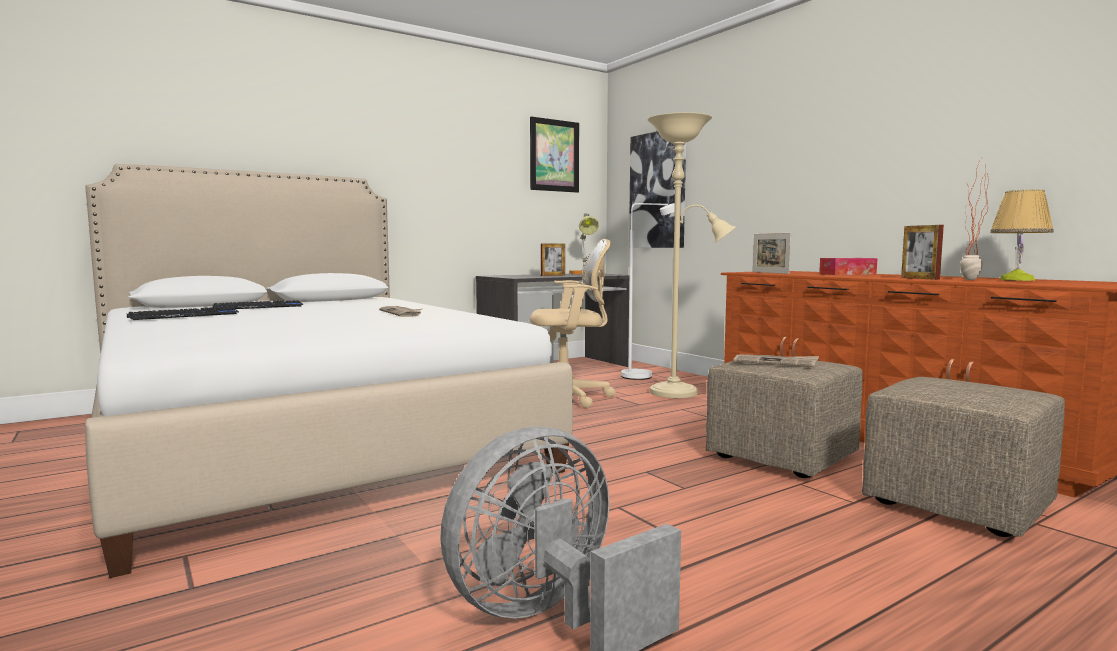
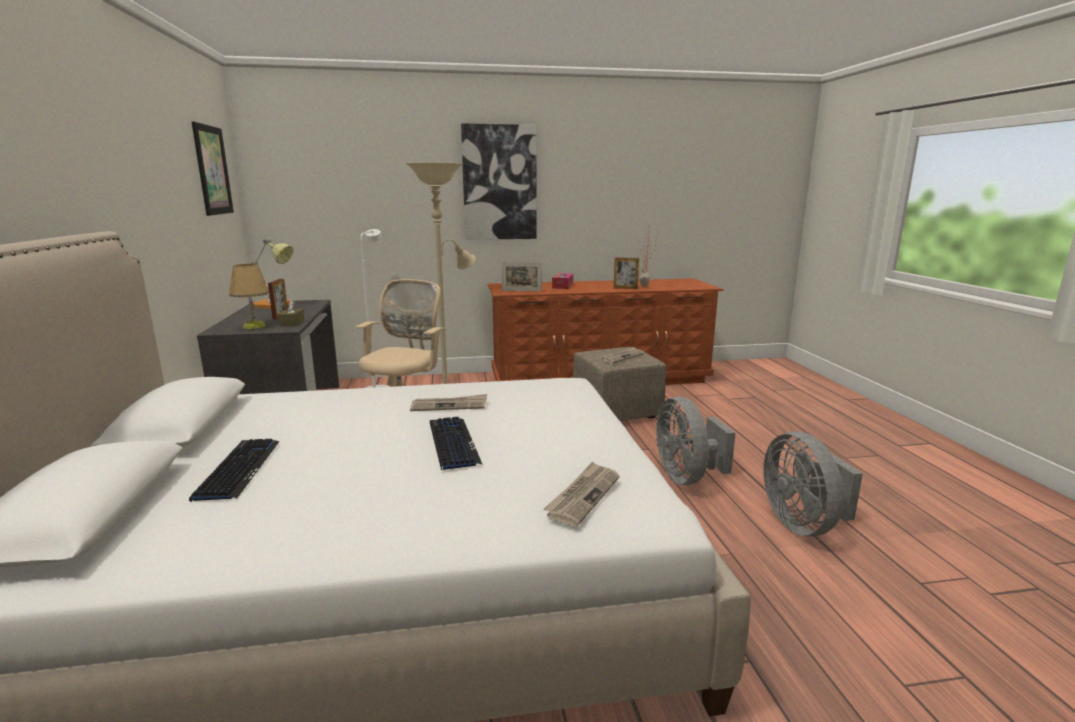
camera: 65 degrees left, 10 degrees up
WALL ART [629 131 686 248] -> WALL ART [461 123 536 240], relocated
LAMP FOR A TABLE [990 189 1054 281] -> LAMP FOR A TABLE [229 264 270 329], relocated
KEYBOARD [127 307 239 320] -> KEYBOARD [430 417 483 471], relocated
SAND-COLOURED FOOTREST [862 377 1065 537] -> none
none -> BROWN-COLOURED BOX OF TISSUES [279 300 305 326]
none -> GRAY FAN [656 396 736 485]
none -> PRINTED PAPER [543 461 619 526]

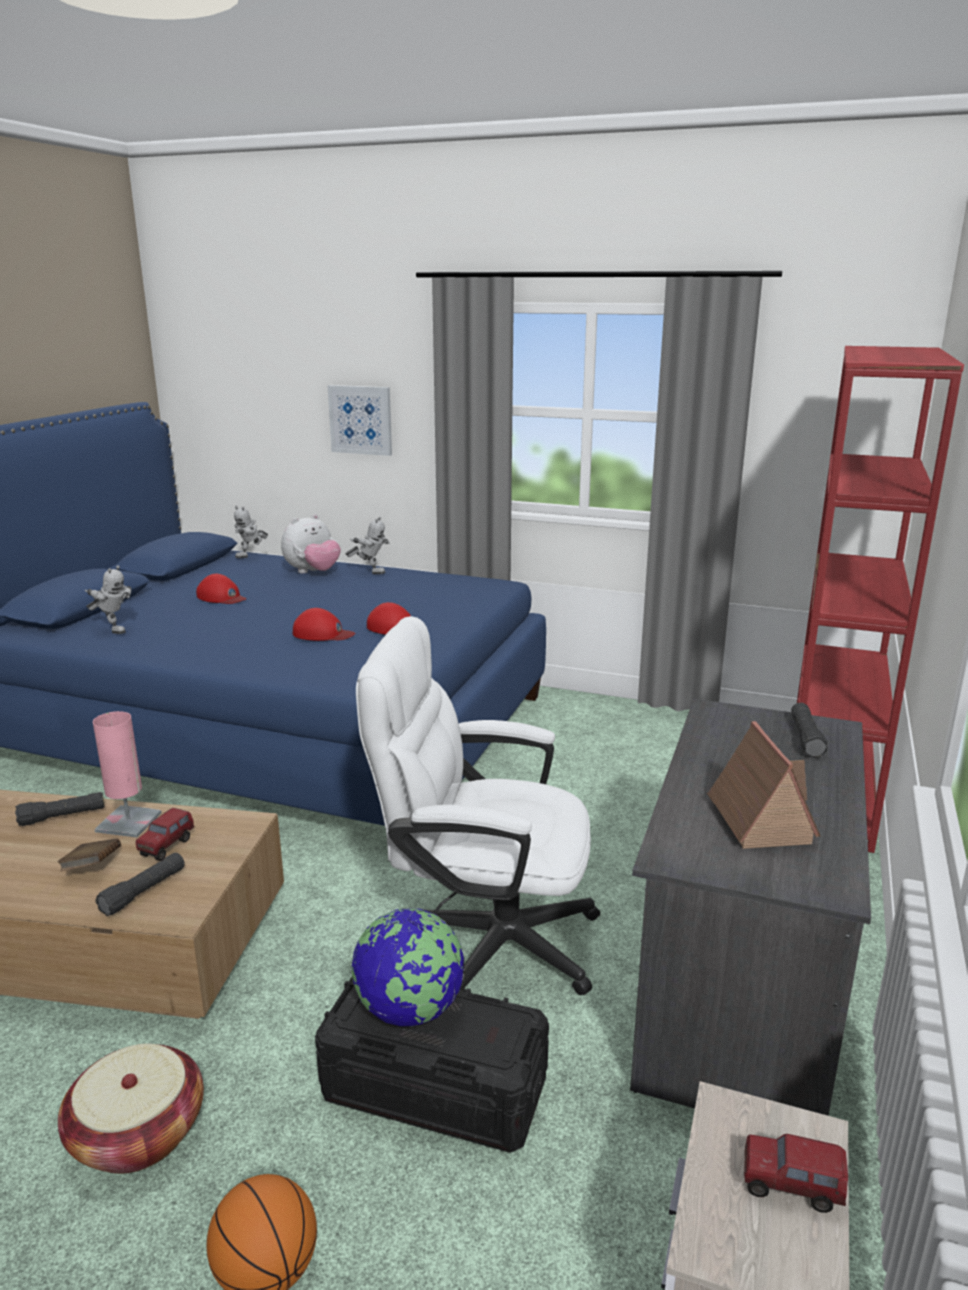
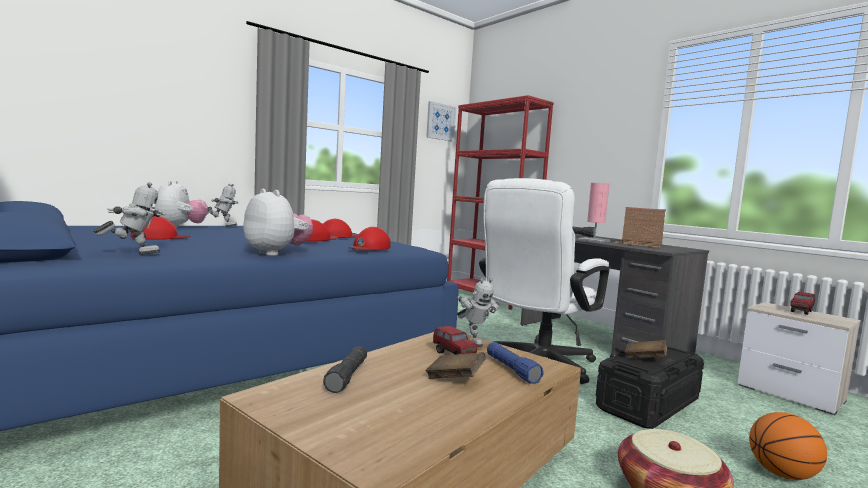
camera: 60 degrees left, 15 degrees down
WALL ART [328 385 392 456] -> WALL ART [426 101 456 142], relocated
TOY ROBOT [234 506 268 558] -> TOY ROBOT [457 278 499 347], relocated
PINK LAMP FOR A TABLE [93 711 162 838] -> PINK LAMP FOR A TABLE [579 183 610 243], relocated
BLACK-COLOURED FLASHLIGHT [95 853 185 916] -> BLUISH FLASHLIGHT [487 342 544 384]
DESK GLOBE [352 909 465 1027] -> BROWN-COLOURED BOUND BOOK [625 340 667 358]
none -> CUDDLY TOY [243 189 313 256]
none -> RED BASEBALL CAP [348 227 391 251]

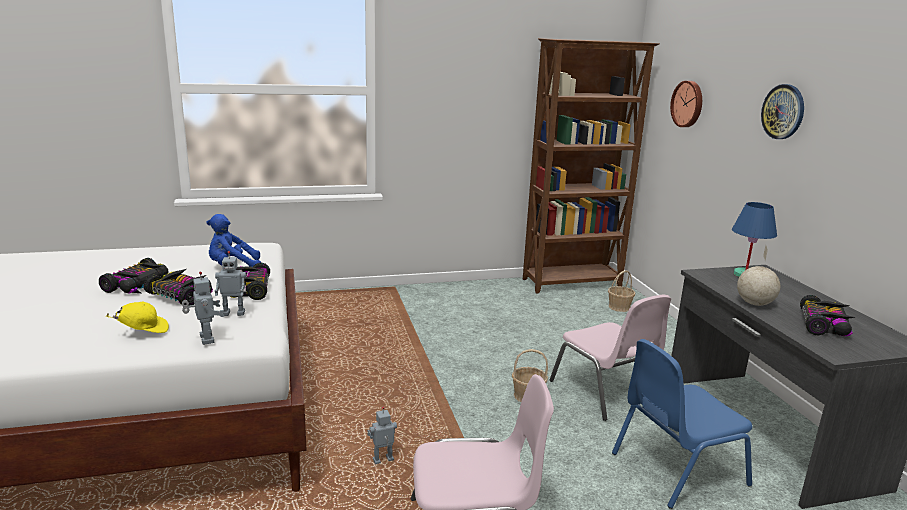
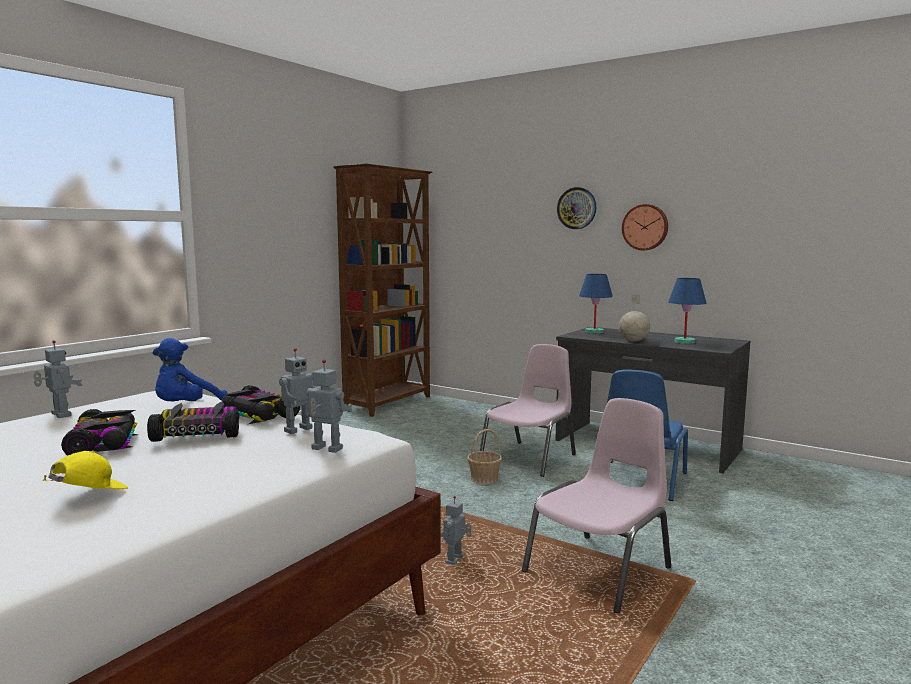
camera: 40 degrees left, 10 degrees down
CLOCK ON THE WALL [670 81 702 127] -> CLOCK ON THE WALL [622 204 668 250], relocated
BASKET [608 271 635 312] -> none
PINK UPRIGHT CHAIR [550 295 671 421] -> PINK UPRIGHT CHAIR [480 344 576 477], 75 degrees counterclockwise
MINIATURE CAR [800 295 855 336] -> BLUISH LAMP FOR A TABLE [668 278 707 344]
YELLOWISH BASEBALL CAP [106 302 169 333] -> YELLOWISH BASEBALL CAP [43 451 128 489], relocated
none -> TOY ROBOT [33 340 83 418]

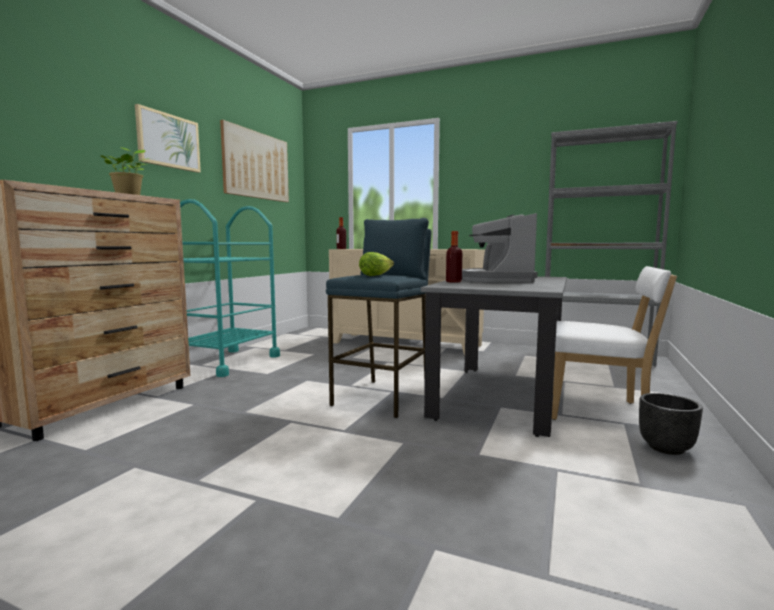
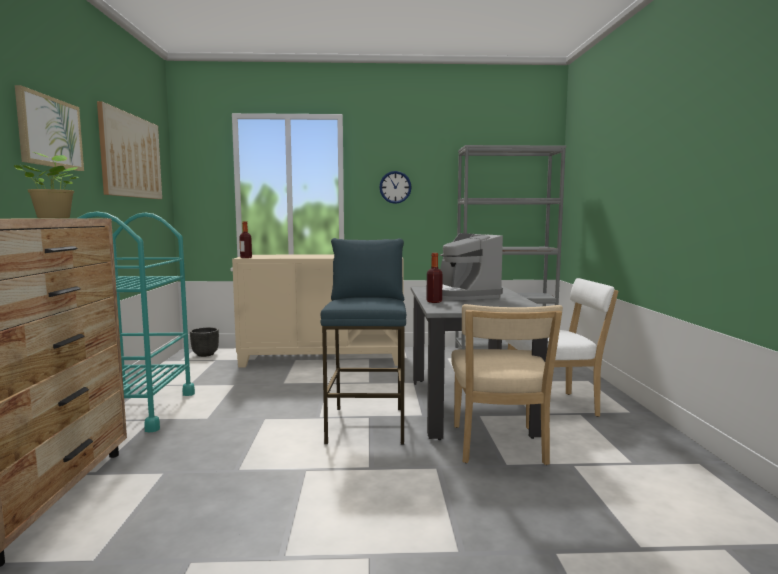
camera: 25 degrees left, 0 degrees up
HEAD OF LETTUCE [359 252 394 276] -> none
BLACK-COLOURED FLOWER POT [639 393 703 455] -> BLACK-COLOURED FLOWER POT [190 327 219 357], relocated
none -> CLOCK ON THE WALL [379 171 412 204]
none -> SAND-COLOURED UPRIGHT CHAIR [451 304 563 465]

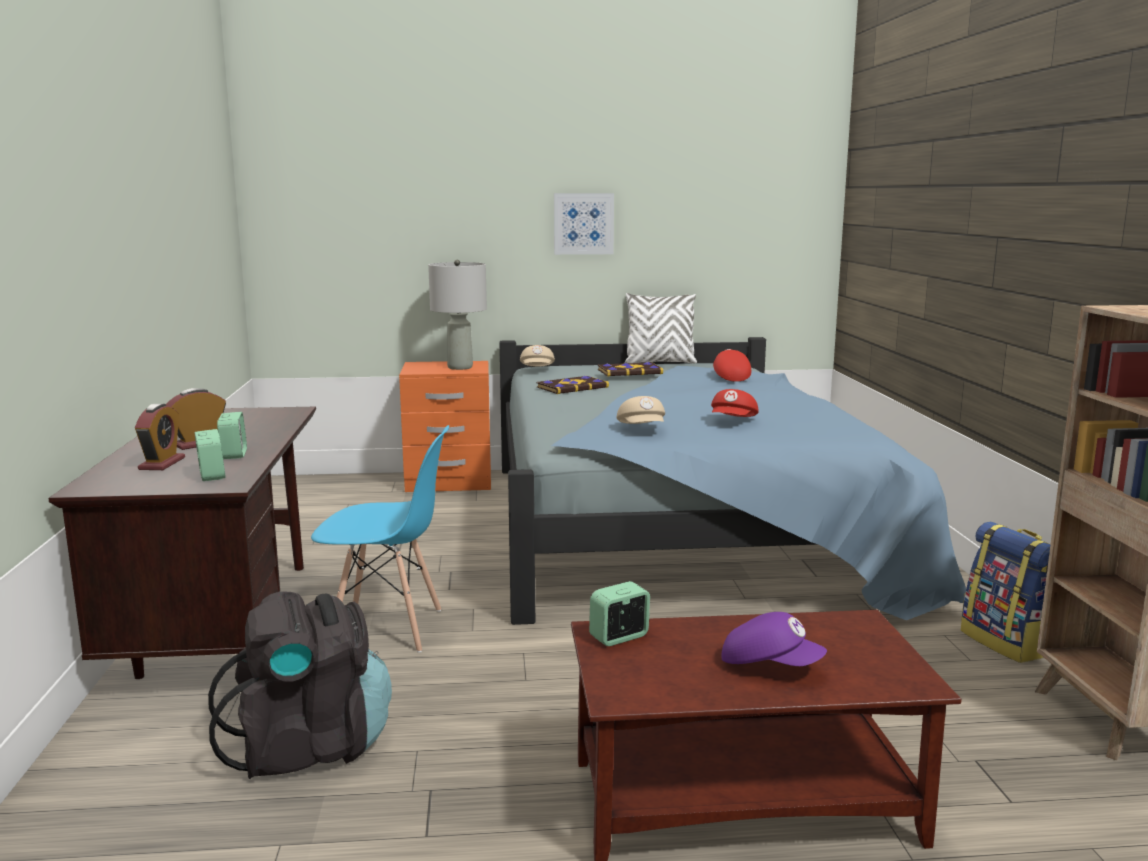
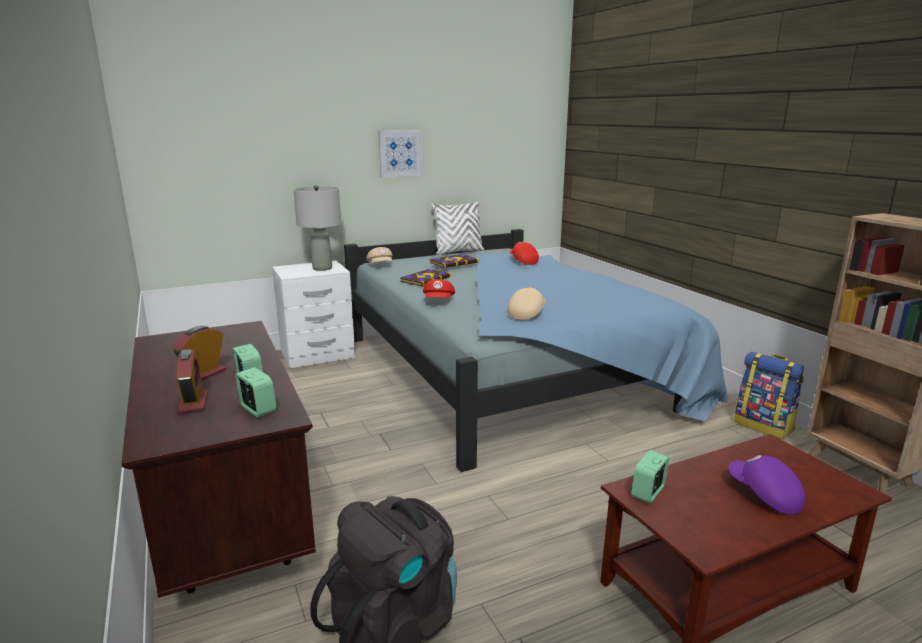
camera: 20 degrees left, 5 degrees up
ORANGE-COLOURED BEDSIDE TABLE [399 361 491 492] -> WHITE-COLOURED BEDSIDE TABLE [272 260 355 368]
RED BASEBALL CAP [711 389 759 417] -> RED BASEBALL CAP [423 279 455 298], relocated
SAND-COLOURED BASEBALL CAP [616 396 665 424] -> SAND-COLOURED BASEBALL CAP [507 287 546 320], 120 degrees counterclockwise
BLUISH UPRIGHT CHAIR [311 425 449 653] -> none
PURPLE BASEBALL CAP [722 612 827 666] -> PURPLE BASEBALL CAP [729 455 805 515], 135 degrees counterclockwise

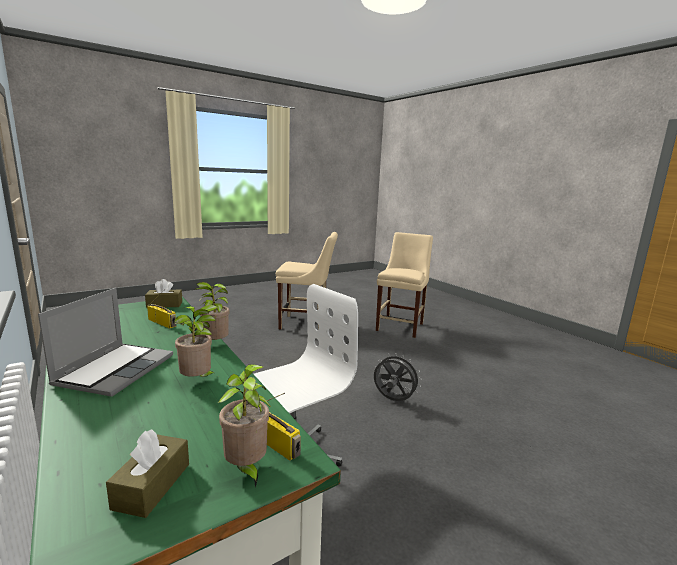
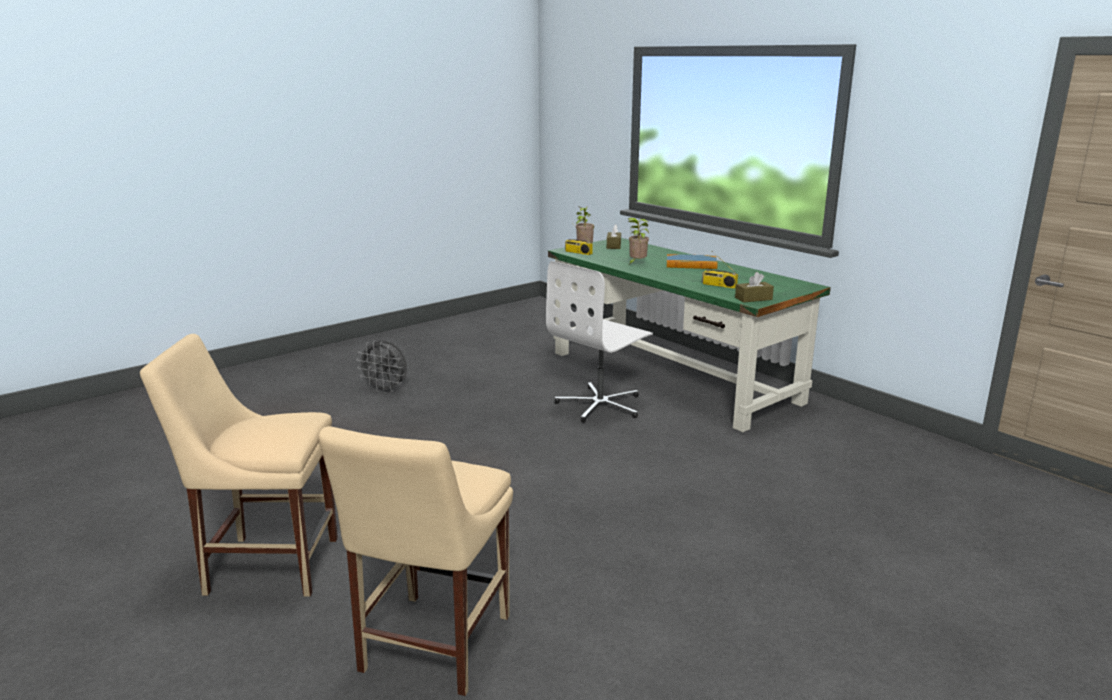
camera: 175 degrees right, 5 degrees up
SAND-COLOURED UPRIGHT CHAIR [276 232 338 330] -> SAND-COLOURED UPRIGHT CHAIR [140 334 338 597], relocated
HOUSEPLANT [196 282 230 340] -> none
PORTABLE COMPUTER [38 288 173 397] -> BOUND BOOK [667 254 718 269]
GRAY FAN [374 353 422 401] -> GRAY FAN [357 341 407 393], relocated

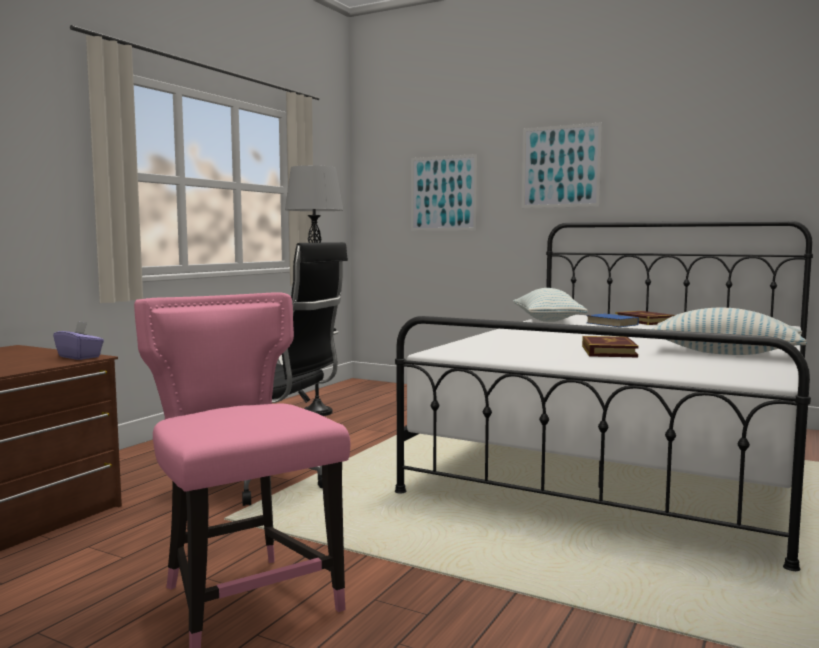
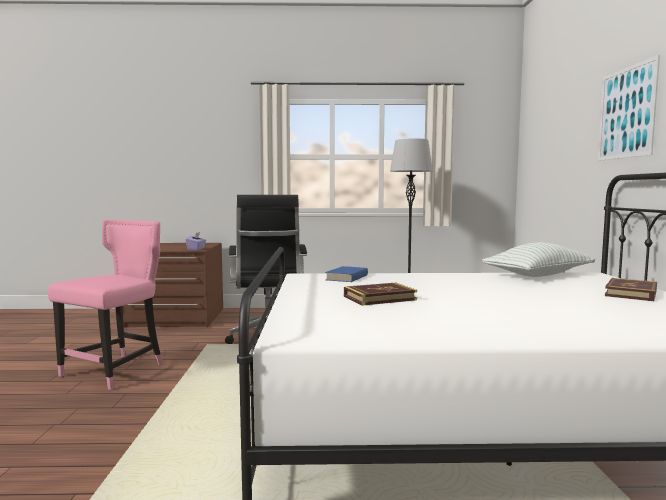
camera: 60 degrees right, 0 degrees up
WALL ART [411 154 478 231] -> none
THROW PILLOW [652 308 807 355] -> none
BLUISH BOUND BOOK [586 314 639 327] -> BLUISH BOUND BOOK [325 266 368 282], relocated

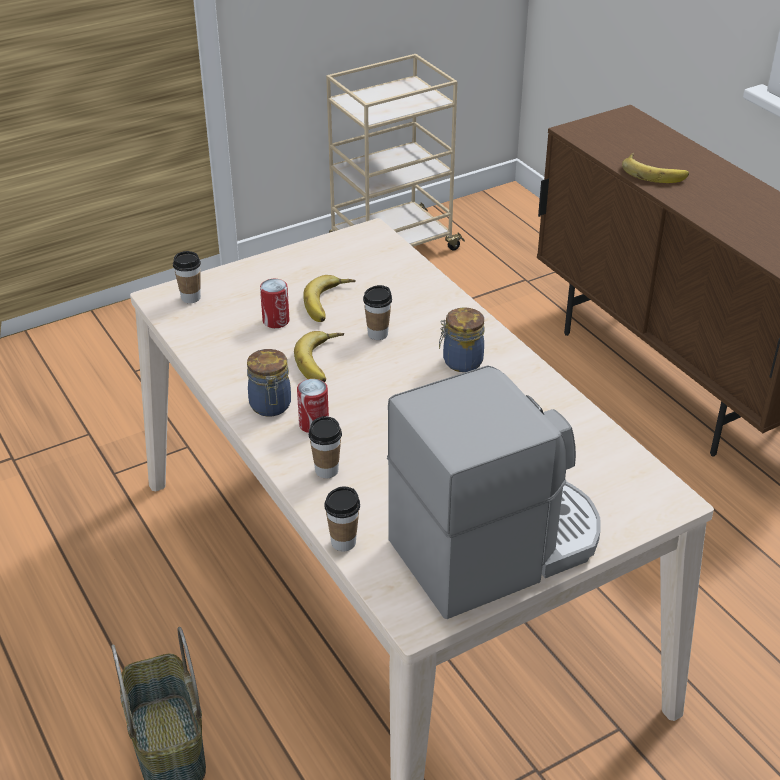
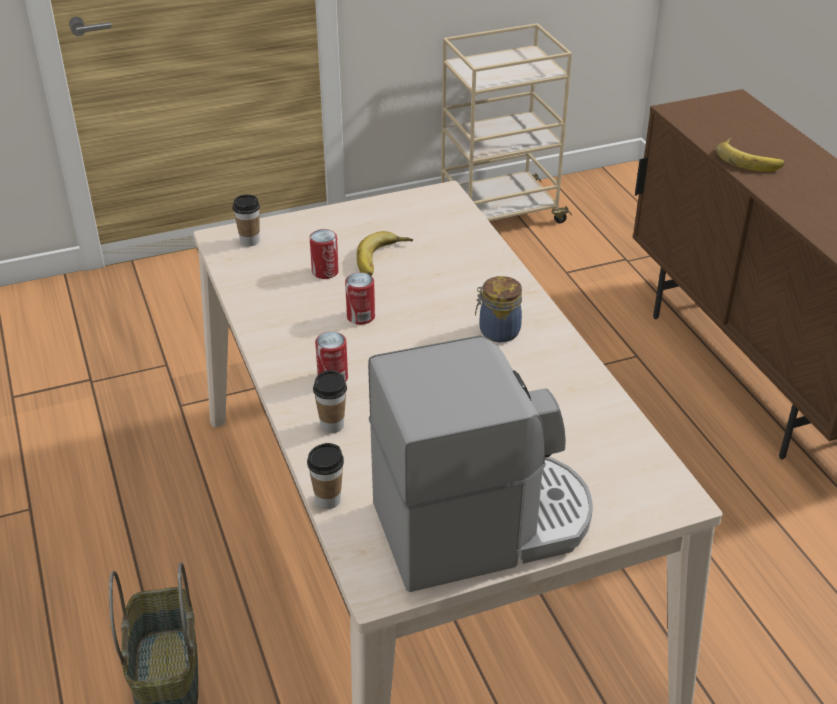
camera: 10 degrees right, 0 degrees up
CUP [363 285 392 340] -> none
BANANA FRUIT [294 331 344 382] -> METAL CAN [345 272 375 325]
PRESERVE JAR [247 349 291 417] -> none

